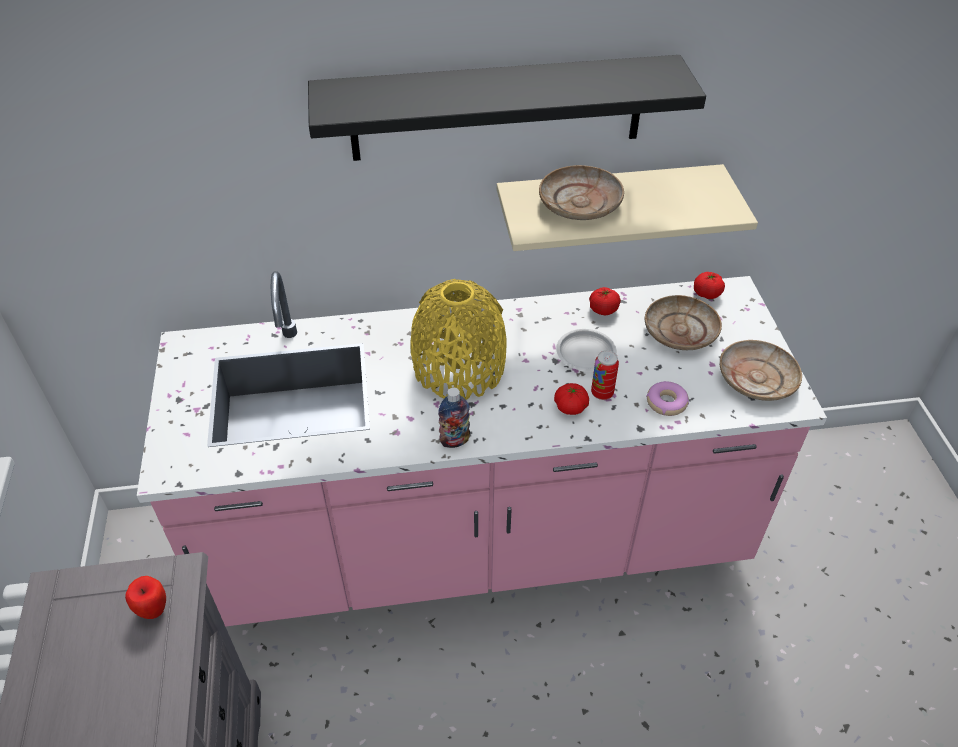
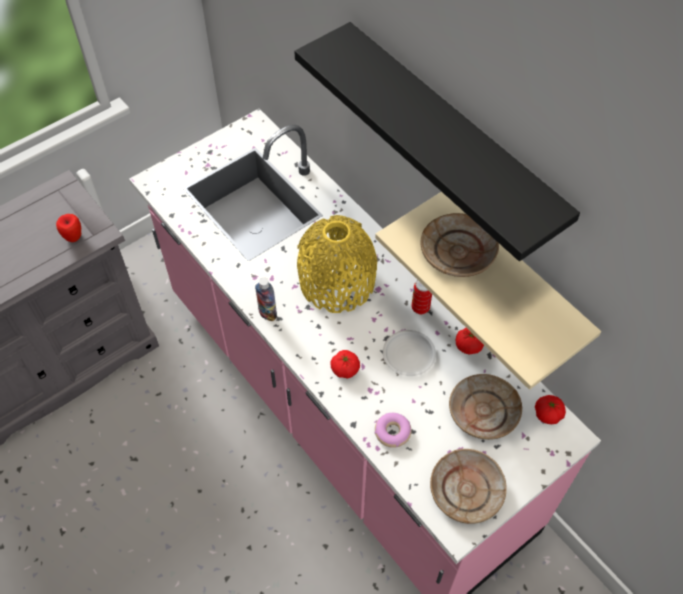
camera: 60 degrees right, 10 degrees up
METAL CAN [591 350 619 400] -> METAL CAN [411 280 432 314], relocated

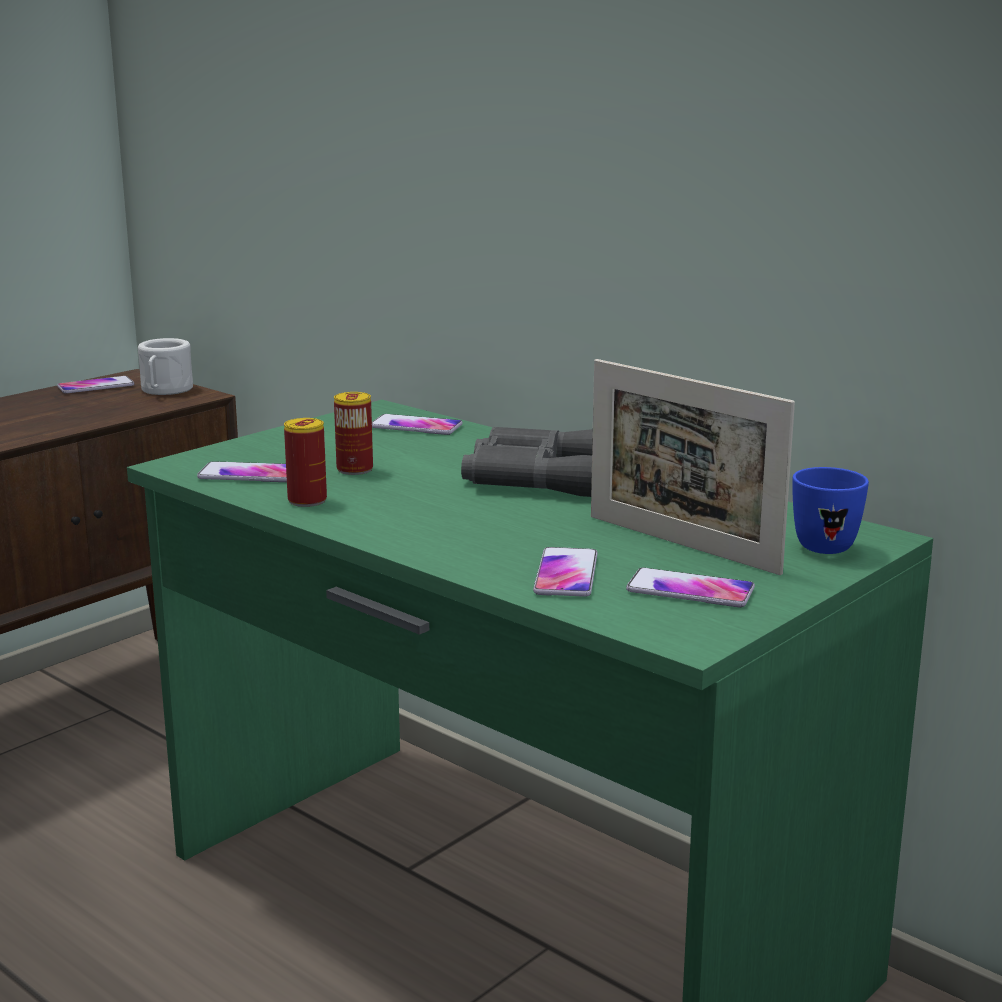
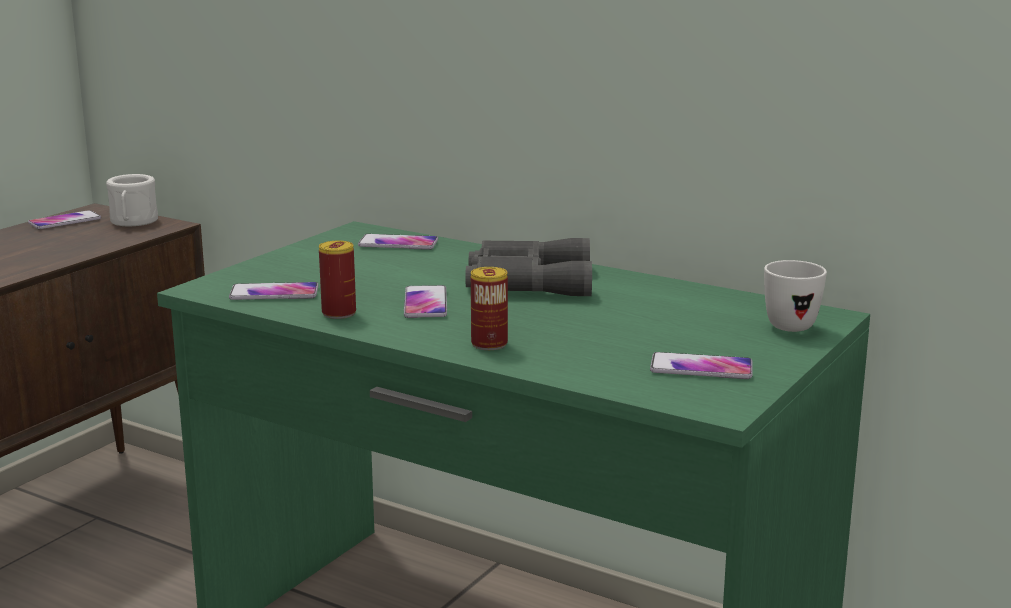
camera: 10 degrees left, 0 degrees up
PHOTO FRAME [591 359 795 575] -> none
METAL CAN [334 392 373 475] -> METAL CAN [471 267 508 350], relocated
BLUISH MUG [792 467 869 554] -> WHITE-COLOURED MUG [764 260 827 332]
HANDSET [533 547 598 597] -> HANDSET [404 285 447 318], relocated

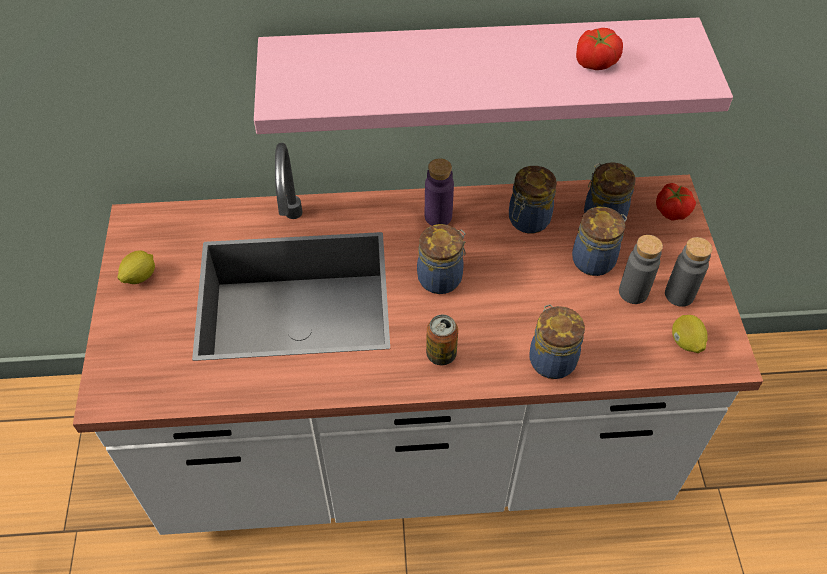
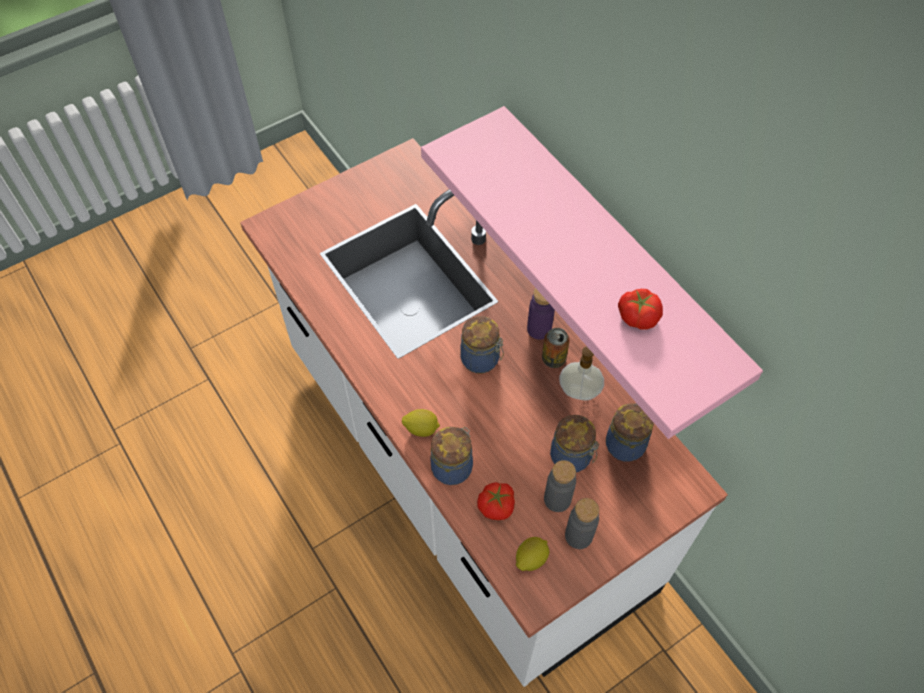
camera: 60 degrees right, 5 degrees up
PRESERVE JAR [509 166 557 233] -> SOAP BOTTLE [559 346 604 401]
FRESH TOMATO [656 183 696 221] -> FRESH TOMATO [477 482 515 520], relocated
WHOLE LEMON [118 251 155 284] -> WHOLE LEMON [402 409 440 437], relocated
METAL CAN [426 315 458 365] -> METAL CAN [542 328 570 368], relocated

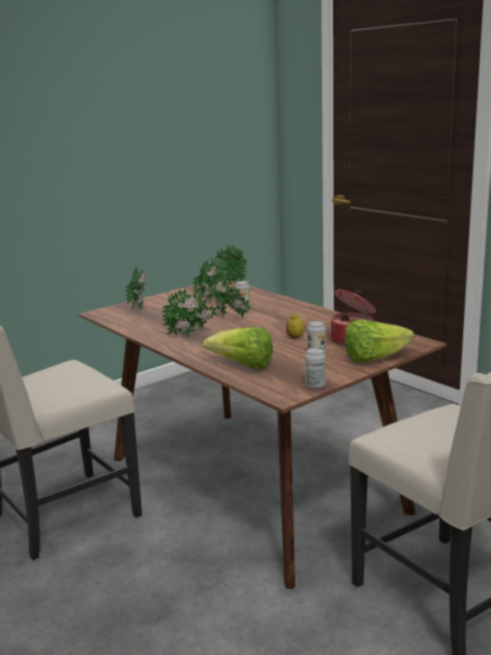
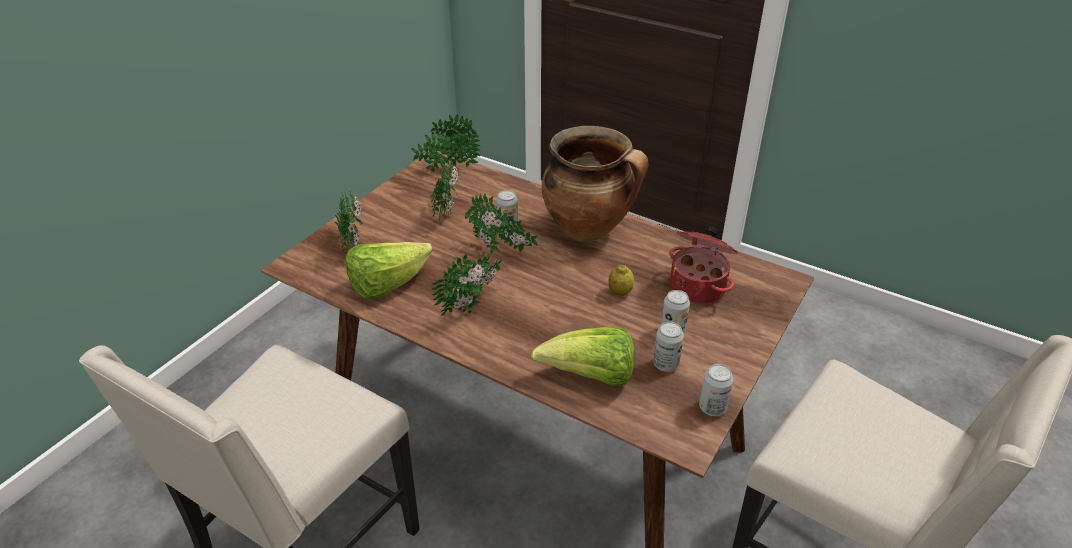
camera: 20 degrees left, 20 degrees up
HEAD OF LETTUCE [345 319 414 363] -> HEAD OF LETTUCE [346 242 433 300], relocated
none -> STOCKPOT [542 126 649 241]
none -> METAL CAN [653 322 684 372]

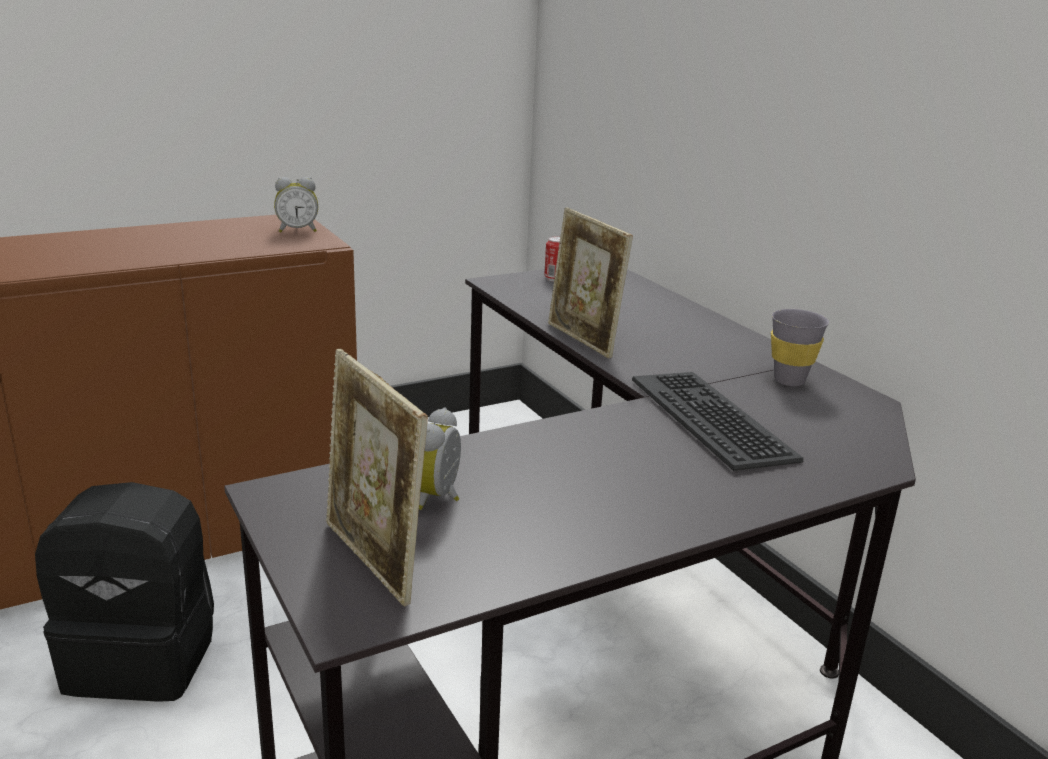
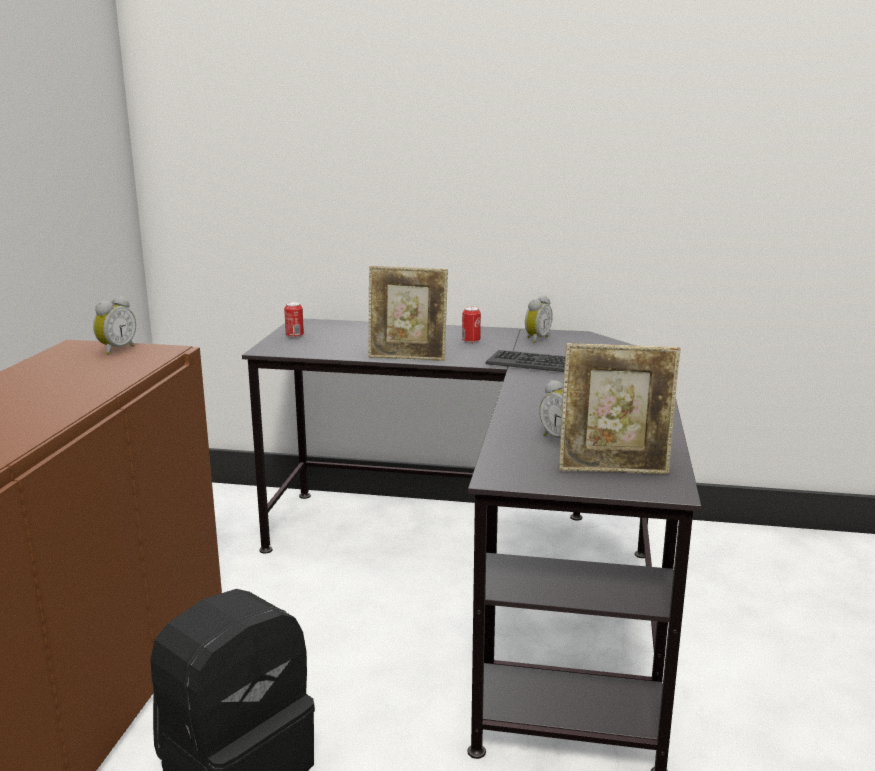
camera: 50 degrees left, 5 degrees down
GRAY CUP [771 309 829 386] -> ALARM CLOCK [525 296 553 343]
none -> METAL CAN [462 306 481 344]

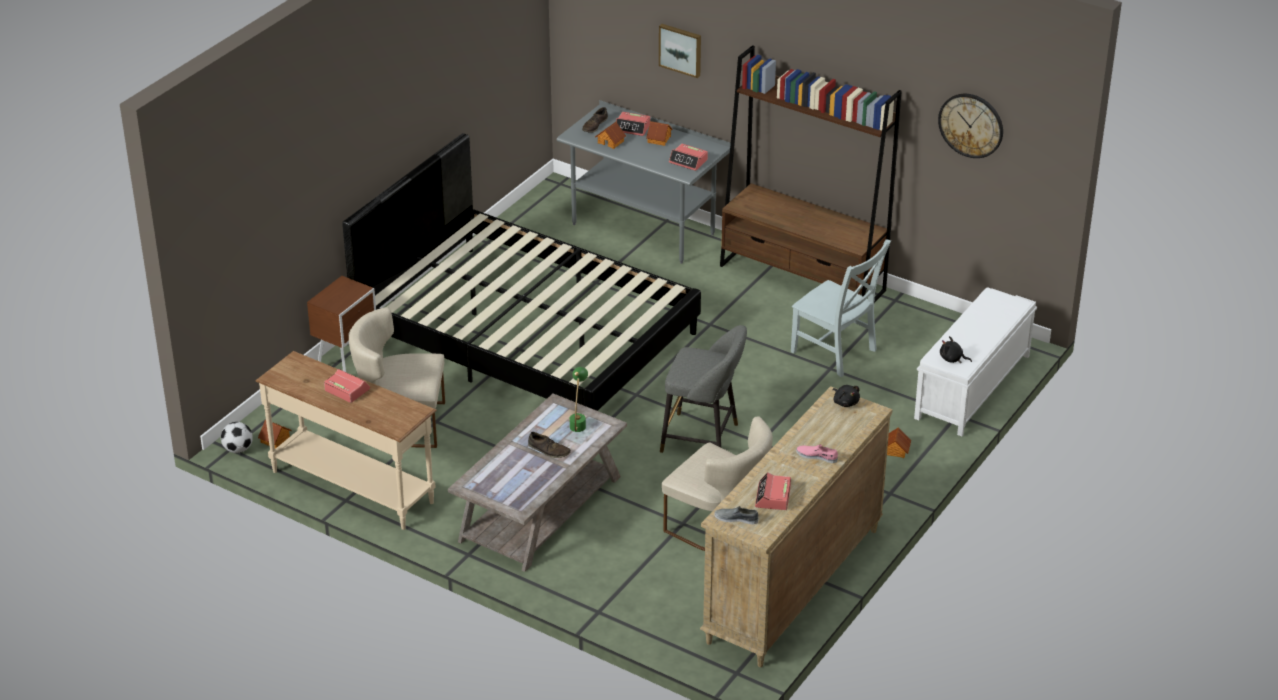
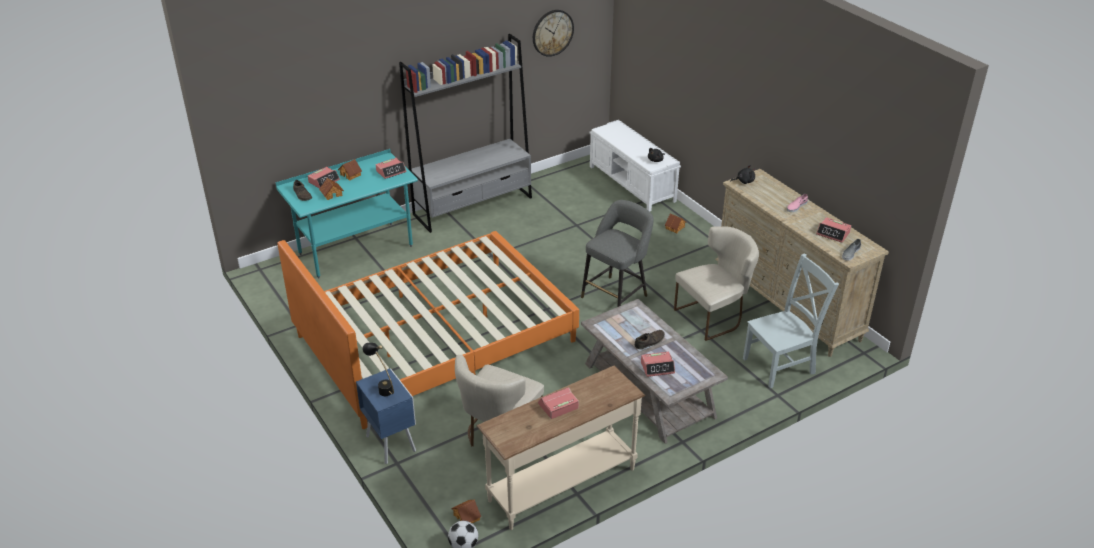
camera: 65 degrees left, 0 degrees up
WALL ART [659 24 701 78] -> none
BROWN-COLOURED SHELVING UNIT [720 45 902 303] -> GRAY SHELVING UNIT [399 34 532 233]
GRAY DESK [557 100 731 264] -> BLUE-GREEN DESK [275 149 418 279]
BLACK-COLOURED BED [342 133 701 411] -> ORANGE-COLOURED BED [278 231 579 429]
GRAY UPRIGHT CHAIR [791 239 891 377] -> GRAY UPRIGHT CHAIR [743 253 839 388], relocated
BROWN-COLOURED BEDSIDE TABLE [307 276 376 372] -> BLUISH BEDSIDE TABLE [356 368 416 464]
GREEN LAMP FOR A TABLE [570 367 588 432] -> none
none -> BLACK-COLOURED LAMP FOR A TABLE [362 343 394 396]
none -> ALARM CLOCK [641 352 675 377]

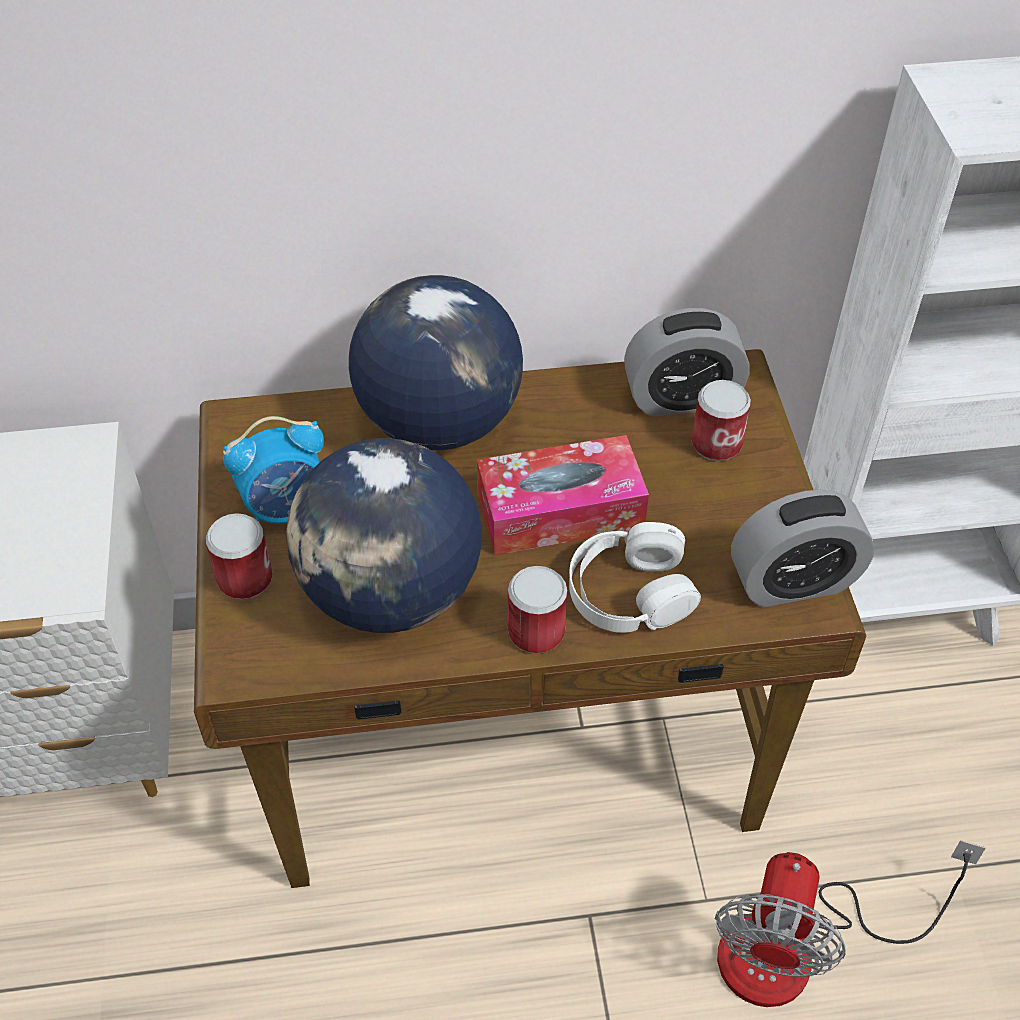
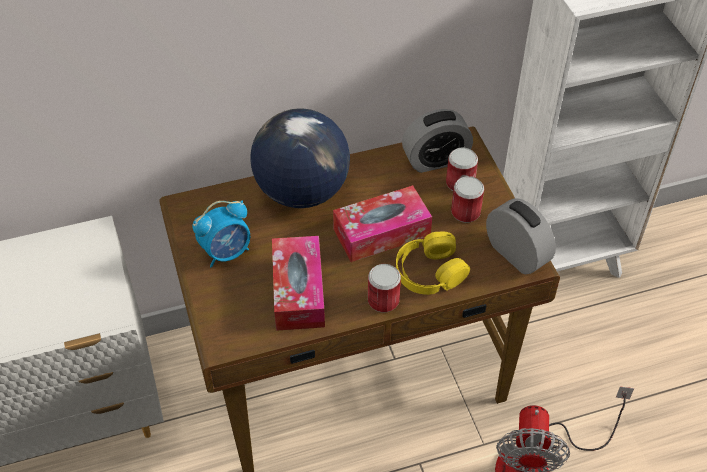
camera: 10 degrees left, 0 degrees up
DESK GLOBE [286 438 482 633] -> BOX OF TISSUES [272 236 325 331]
ALARM CLOCK [731 490 875 607] -> ALARM CLOCK [486 198 556 274], 105 degrees counterclockwise
METAL CAN [205 513 272 599] -> METAL CAN [451 176 484 223], relocated
WHITE-COLOURED HEADPHONES [569 522 701 633] -> YELLOWISH HEADPHONES [396 231 470 295]

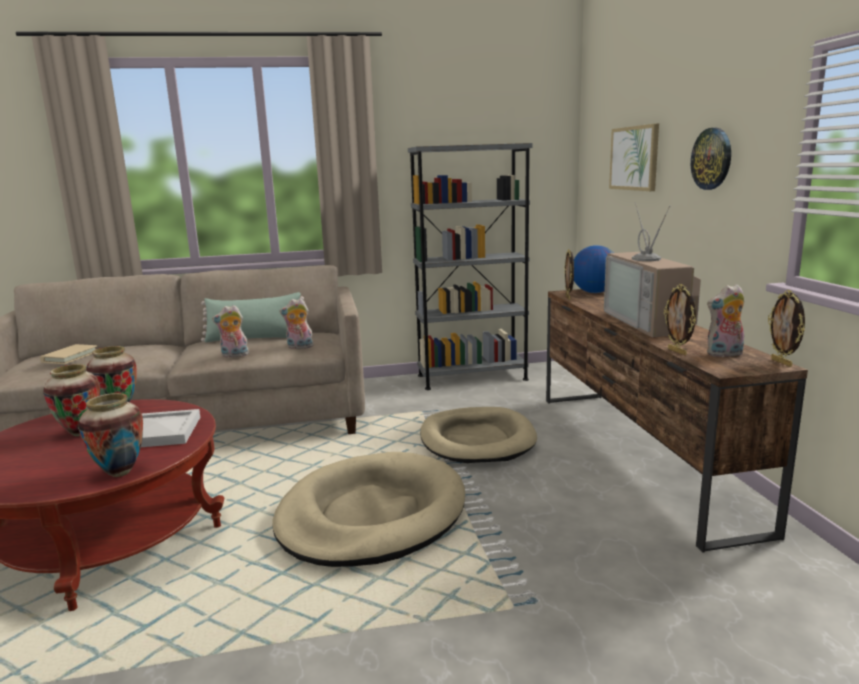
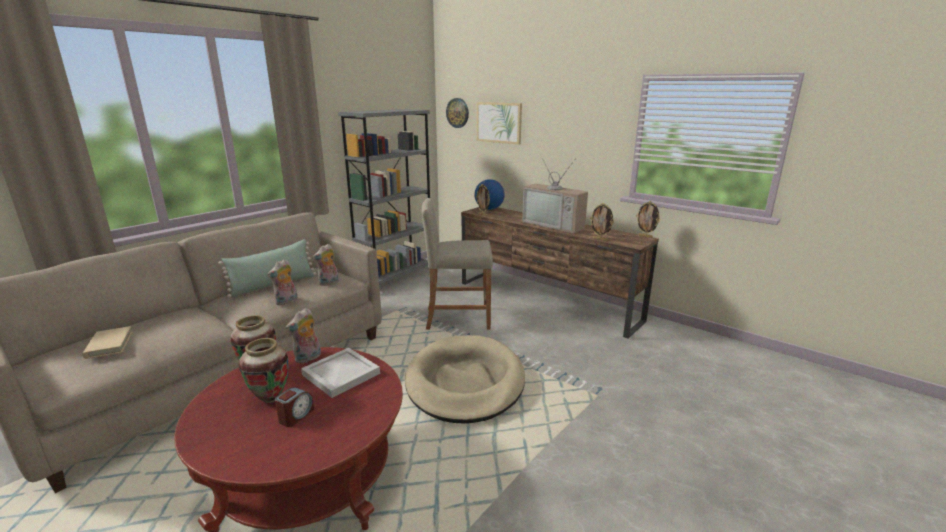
camera: 40 degrees left, 5 degrees up
CLOCK ON THE WALL [691 128 731 190] -> CLOCK ON THE WALL [446 98 469 128], relocated
CUDDLY TOY [707 284 744 357] -> CUDDLY TOY [286 308 321 364], relocated
DECORATIVE VASE [78 393 143 477] -> none
SAND-COLOURED DOG BED [420 407 537 463] -> SAND-COLOURED SITTING STOOL [422 198 493 330]
none -> ALARM CLOCK [275 387 314 427]

